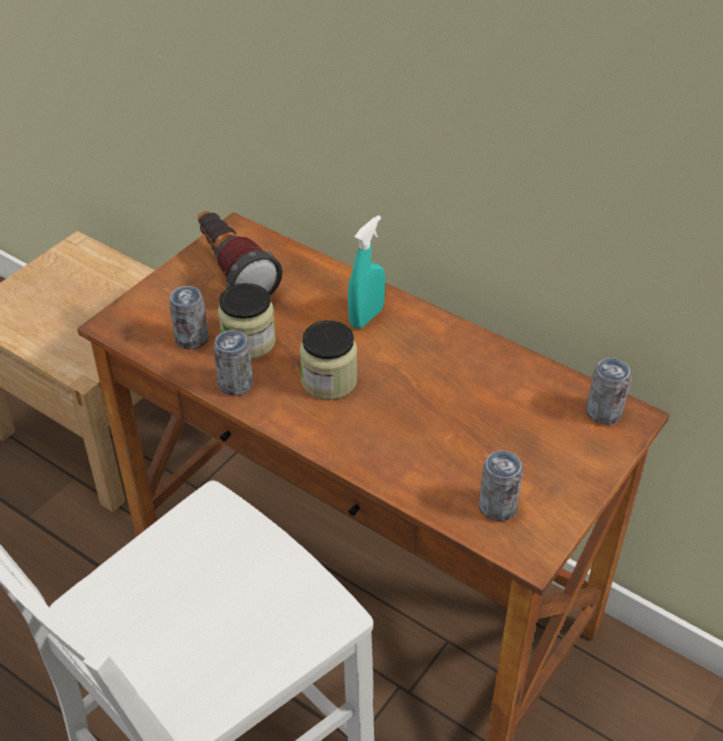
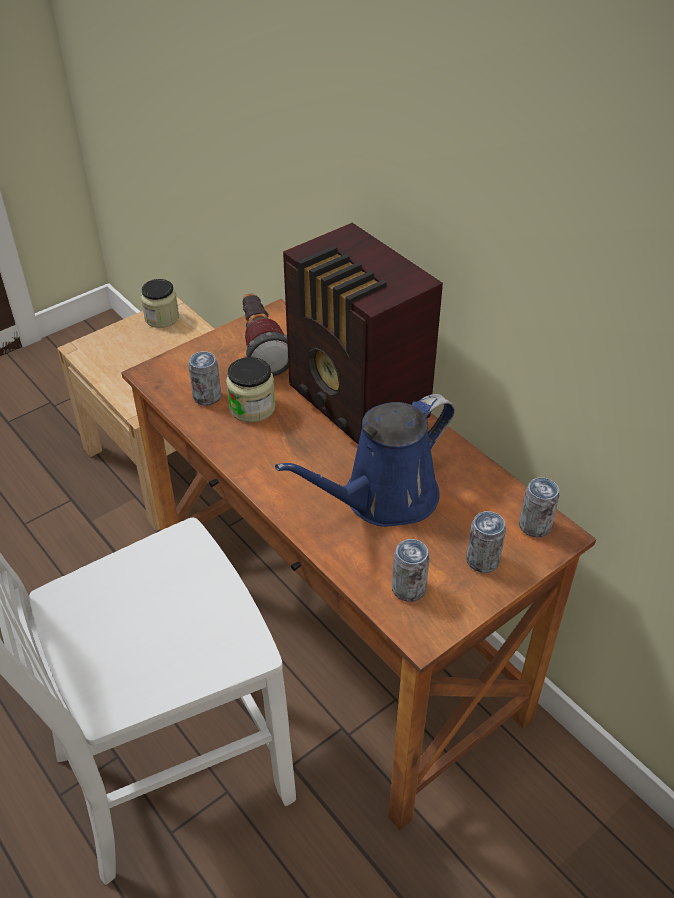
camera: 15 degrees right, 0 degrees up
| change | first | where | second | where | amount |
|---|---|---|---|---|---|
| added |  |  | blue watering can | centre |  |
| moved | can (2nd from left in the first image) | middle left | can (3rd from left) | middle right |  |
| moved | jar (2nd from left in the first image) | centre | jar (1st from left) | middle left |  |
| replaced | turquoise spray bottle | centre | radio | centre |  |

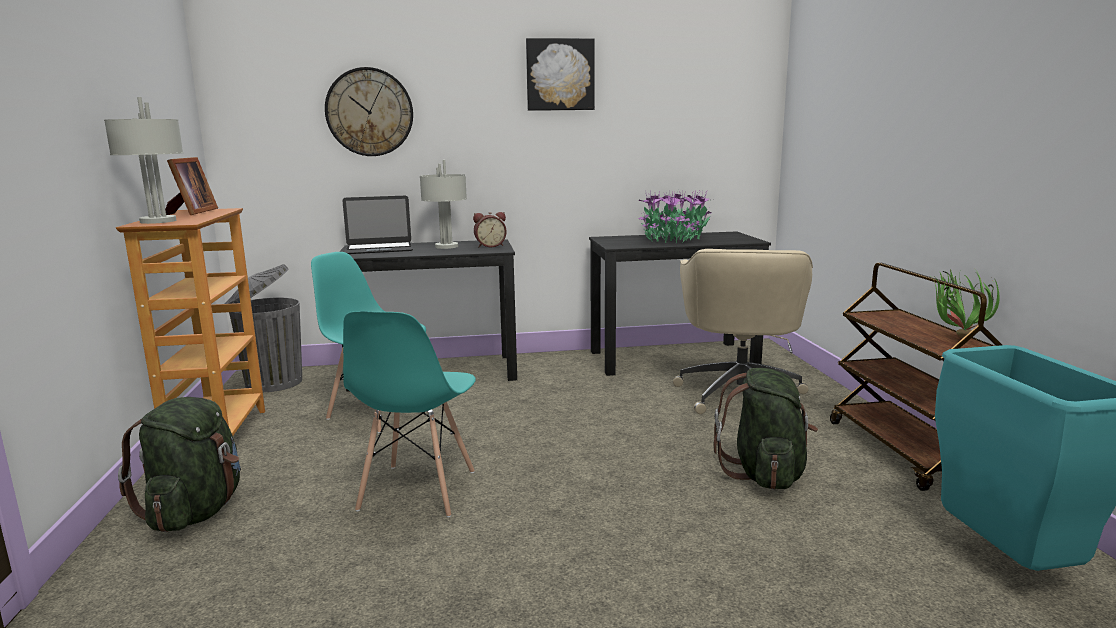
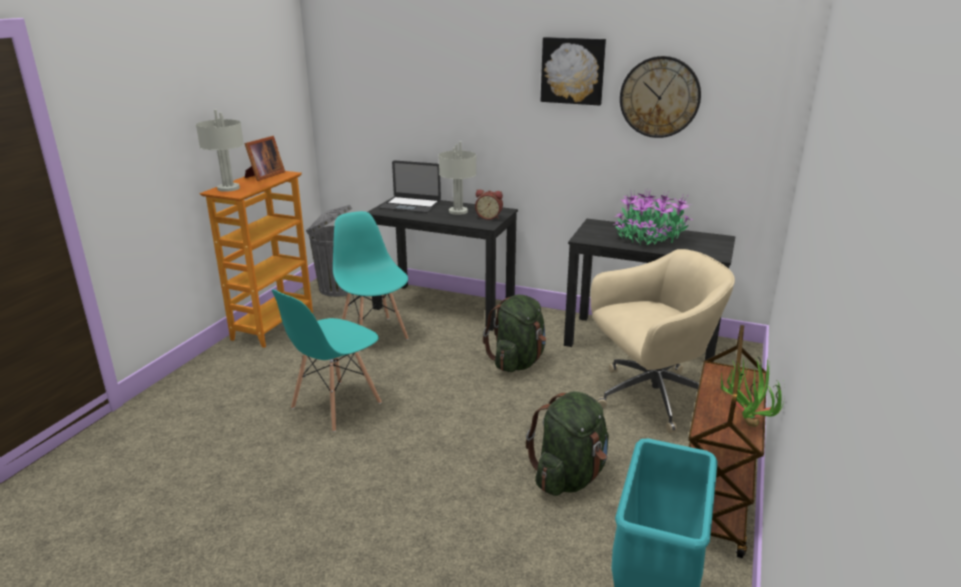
camera: 30 degrees right, 10 degrees up
| change | first | where | second | where | amount |
|---|---|---|---|---|---|
| moved | green backpack (1st from left) | bottom left |  | centre |  |
| moved | wall clock | top left |  | top right |  |
| turned | beige office chair | centre |  | middle right | 150 degrees counterclockwise |

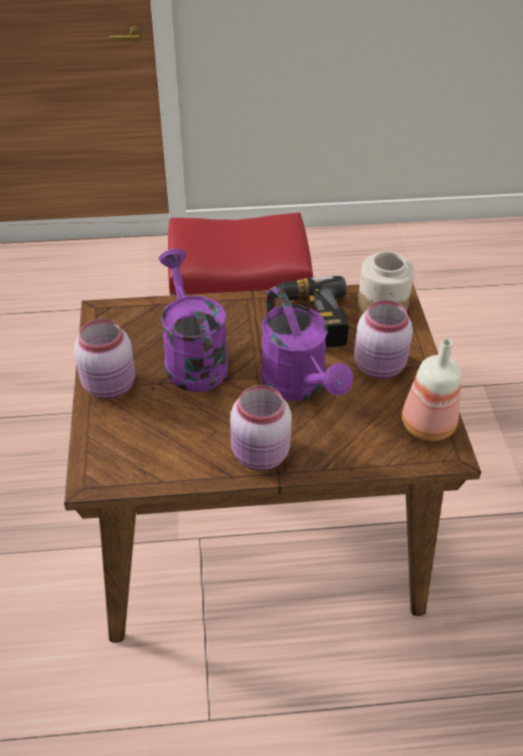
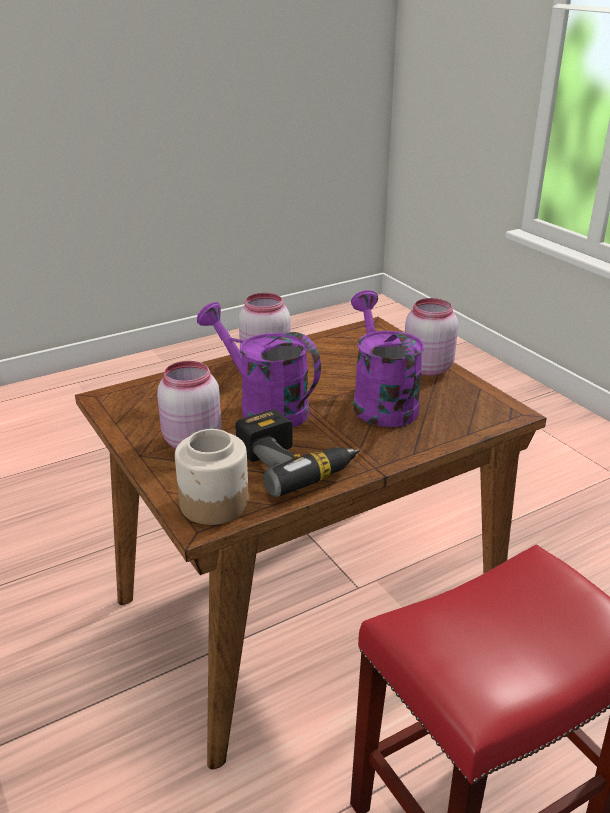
camera: 155 degrees right, 15 degrees down
| change | first | where | second | where | amount |
|---|---|---|---|---|---|
| removed | bottle | middle right |  |  |  |
| turned | purple watering can (1st from left in the first image) | centre | purple watering can (2nd from left) | centre | 150 degrees counterclockwise |

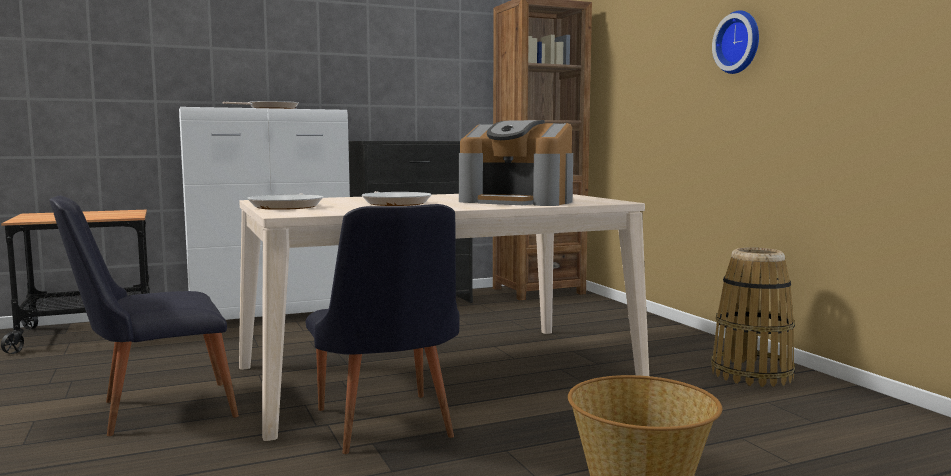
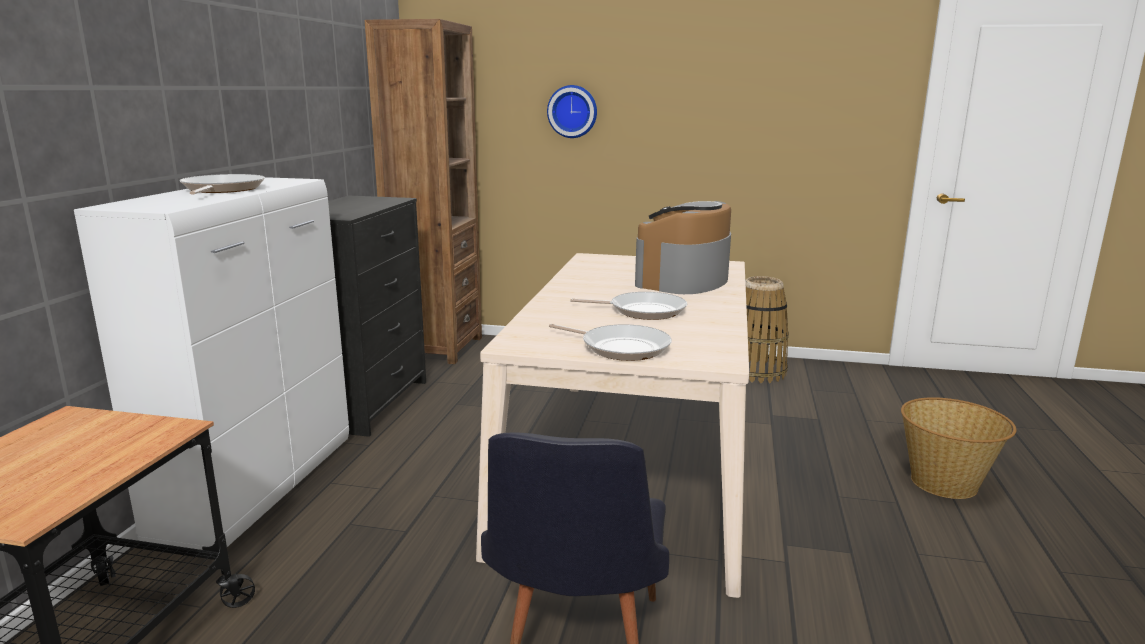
camera: 55 degrees left, 10 degrees up
| change | first | where | second | where | amount |
|---|---|---|---|---|---|
| removed | black chair (2nd from left) | bottom centre |  |  |  |
| moved | wall clock | top right |  | top centre |  |
| turned | coffee machine | centre |  | centre | 150 degrees clockwise |

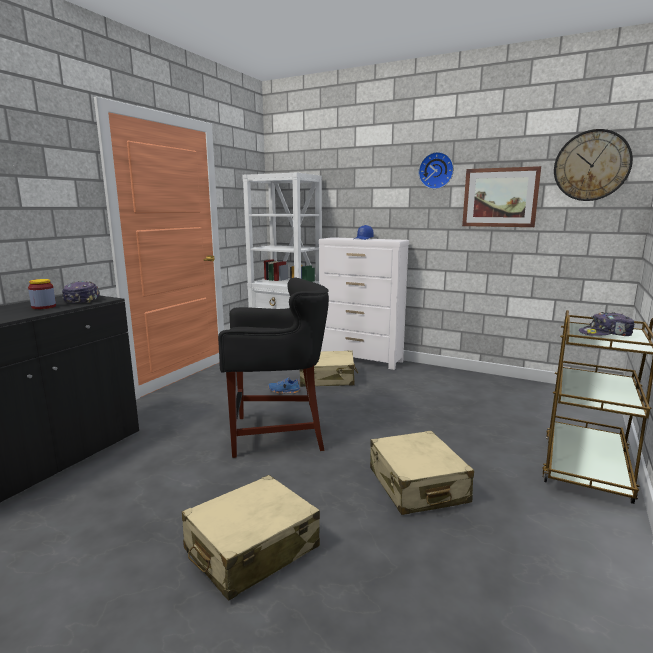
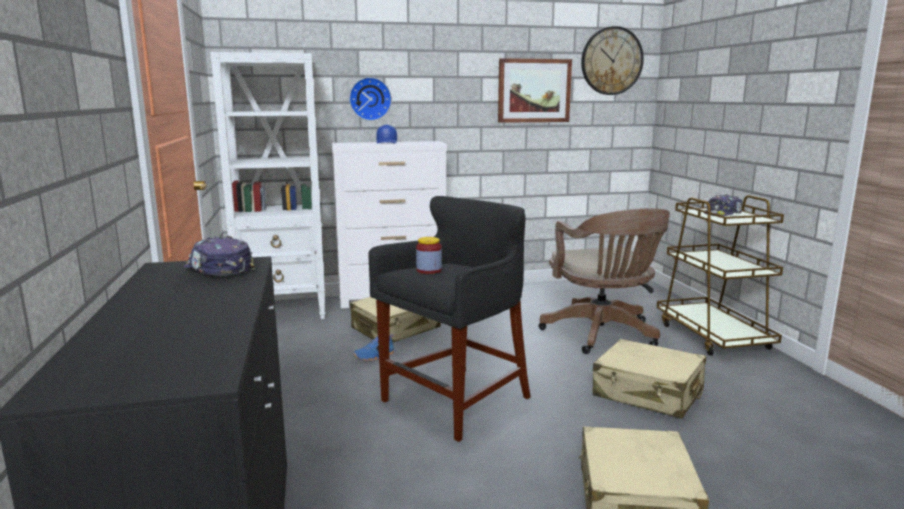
camera: 40 degrees left, 0 degrees up
| change | first | where | second | where | amount |
|---|---|---|---|---|---|
| added |  |  | brown office chair | middle right |  |
| moved | jar | middle left |  | centre |  |
| moved | wall clock (1st from left) | top right |  | top centre |  |

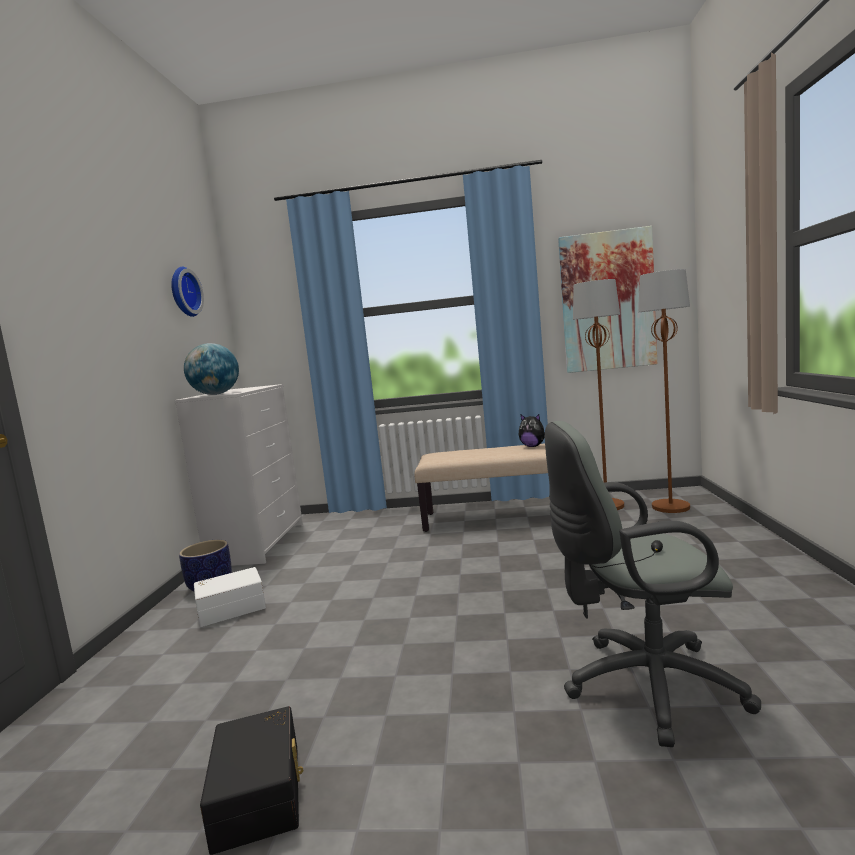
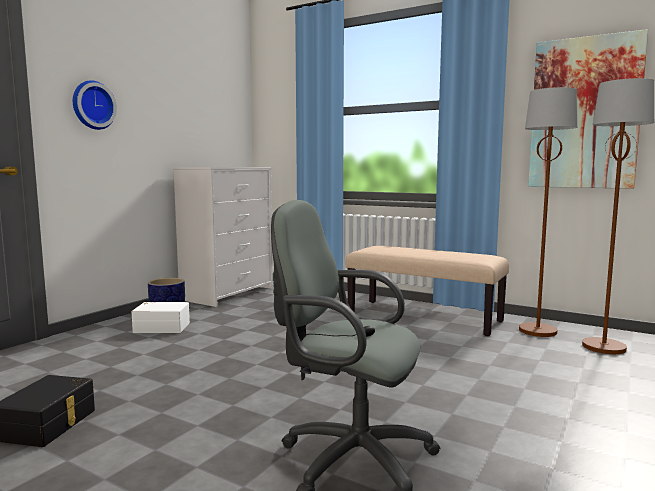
camera: 25 degrees right, 0 degrees up
| change | first | where | second | where | amount |
|---|---|---|---|---|---|
| removed | globe | middle left |  |  |  |
| removed | plush toy | centre |  |  |  |
| moved | wall clock | middle left |  | top left |  |

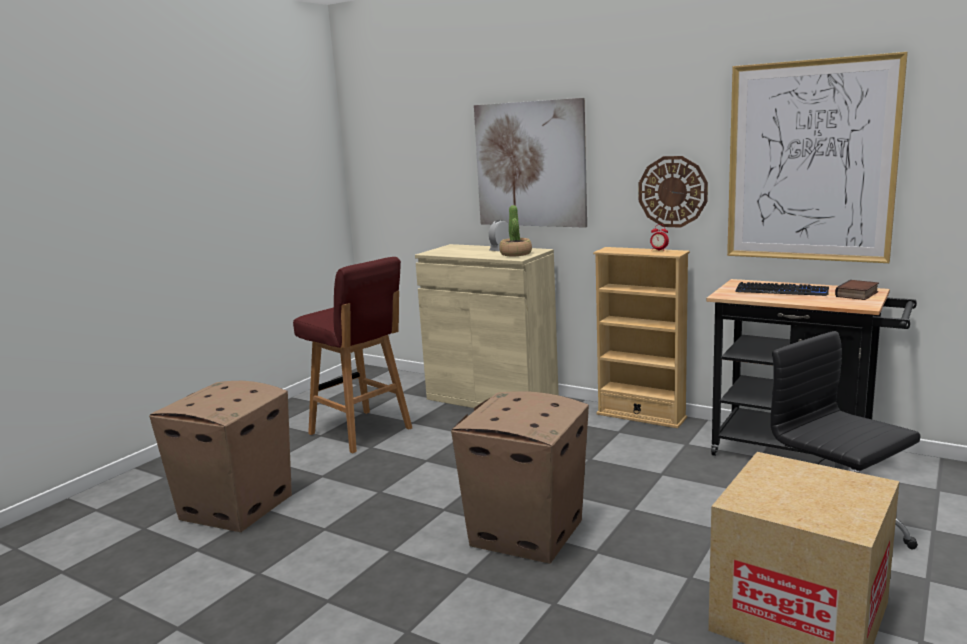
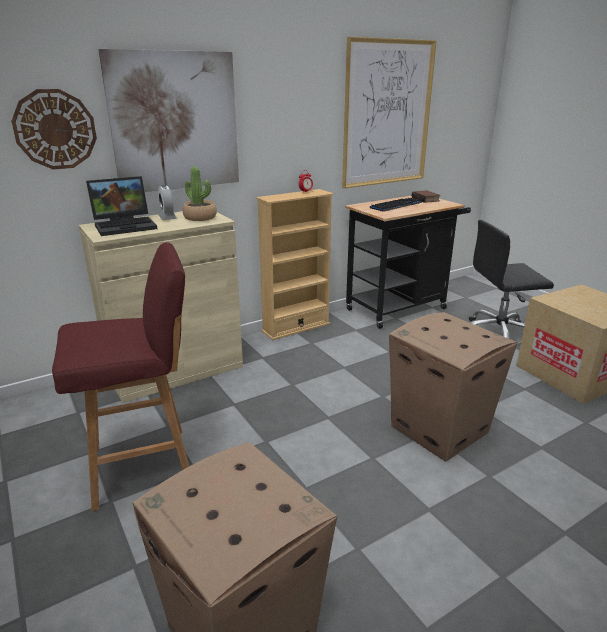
camera: 65 degrees left, 10 degrees up
| change | first | where | second | where | amount |
|---|---|---|---|---|---|
| added |  |  | laptop | top left |  |
| moved | wall clock | top right |  | top left |  |

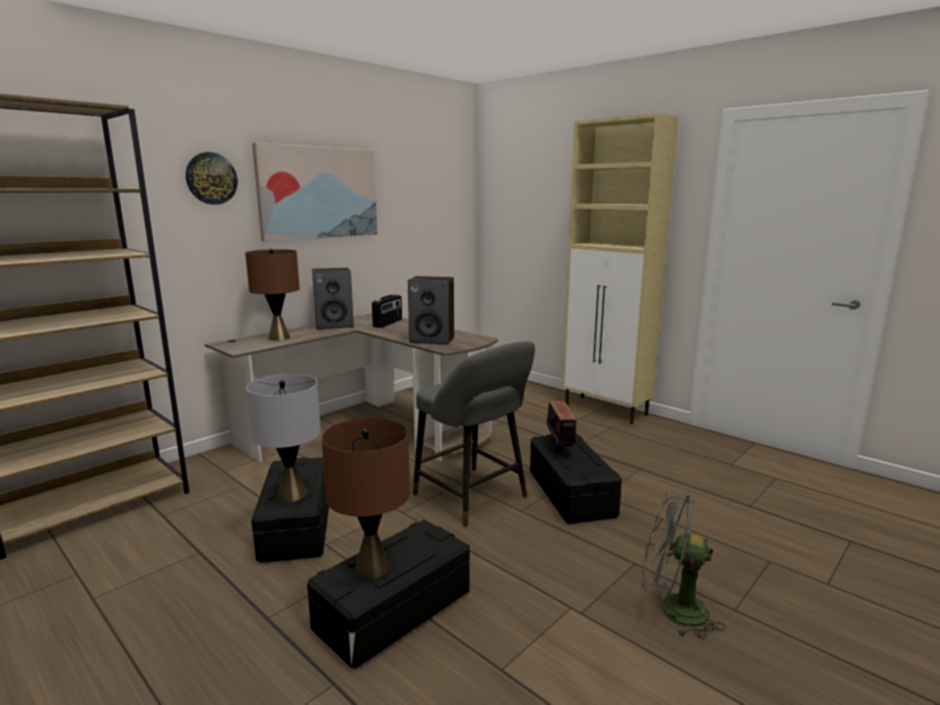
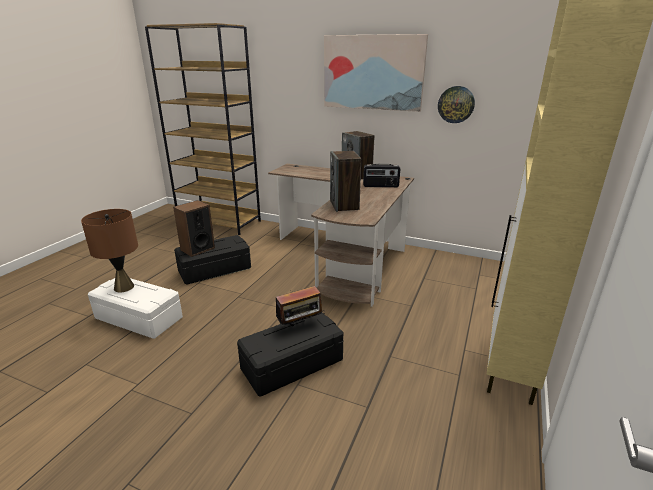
camera: 70 degrees right, 10 degrees up
| change | first | where | second | where | amount |
|---|---|---|---|---|---|
| removed | brown table lamp (1st from left) | middle left |  |  |  |
| removed | grey stool | centre |  |  |  |
| removed | grey fan | bottom right |  |  |  |
| moved | wall clock | top left |  | top right |  |
| replaced | grey table lamp | middle left | speaker (1st from left) | middle left |  |
| recoloured | black storage box (2nd from left) | bottom centre | white storage box | middle left |  |

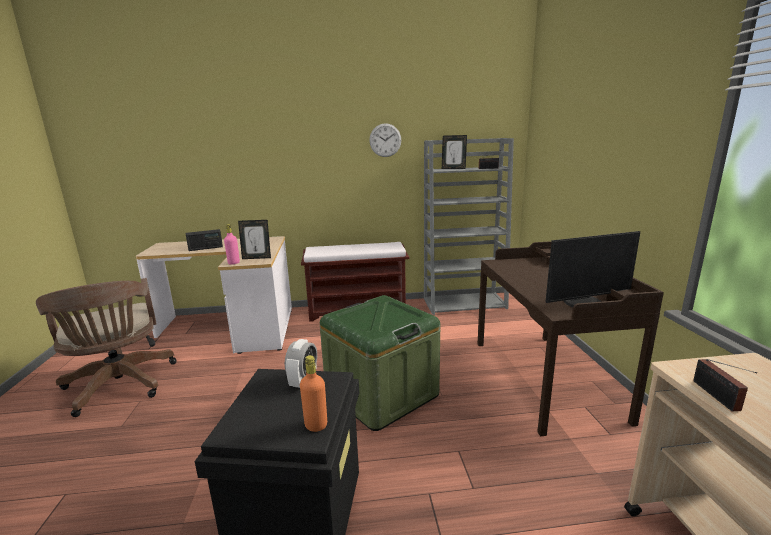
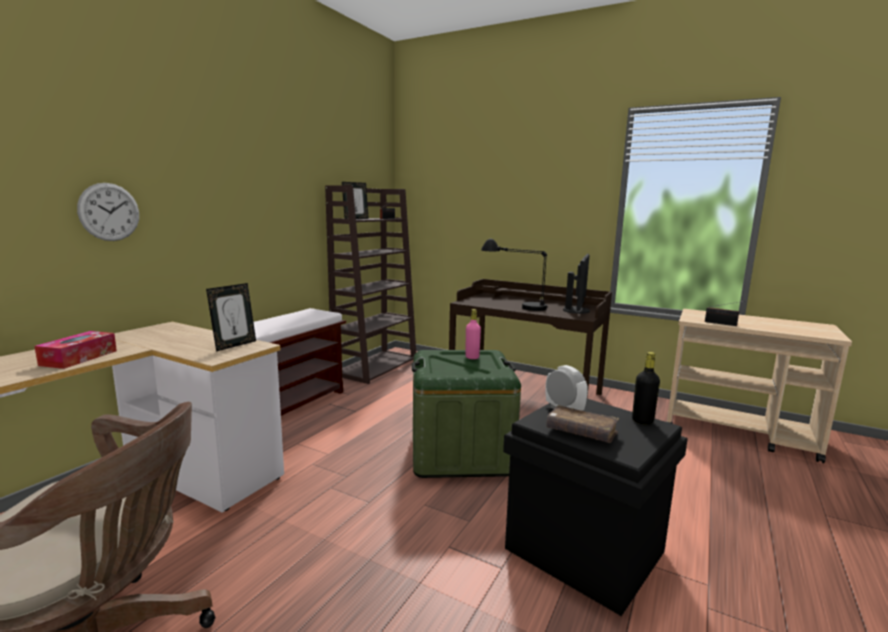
camera: 55 degrees left, 5 degrees down
| change | first | where | second | where | amount |
|---|---|---|---|---|---|
| added |  |  | black table lamp | centre |  |
| added |  |  | brown book | bottom centre |  |
| moved | pink bottle | middle left |  | centre |  |
| moved | wall clock | top centre |  | middle left |  |
| replaced | radio (1st from left) | middle left | tissue box | middle left |  |
| recoloured | orange bottle | bottom centre | black bottle | middle right |  |
| recoloured | grey bookcase | centre | brown bookcase | centre |  |

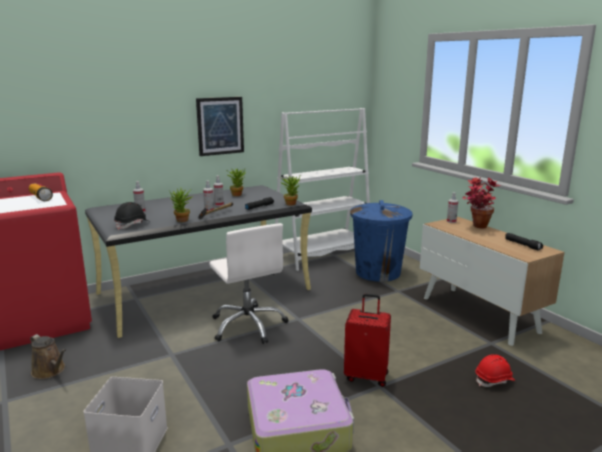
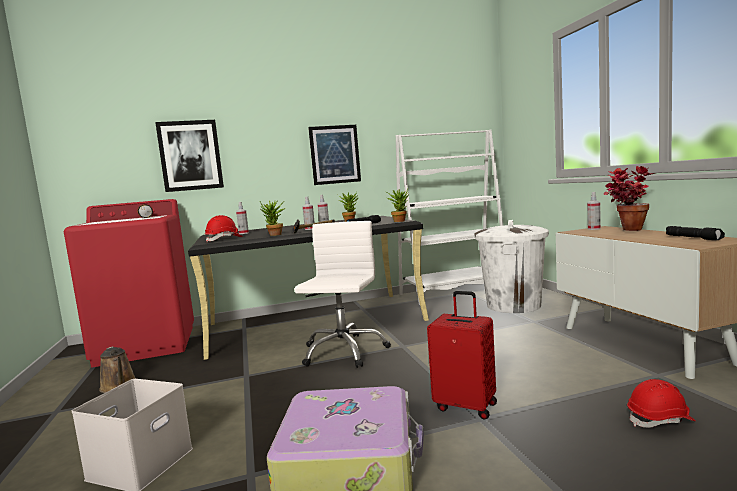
camera: 15 degrees right, 10 degrees down
| change | first | where | second | where | amount |
|---|---|---|---|---|---|
| added |  |  | picture (1st from left) | top left |  |
| recoloured | black hard hat | middle left | red hard hat (1st from left) | middle left |  |
| recoloured | blue trash can | centre | white trash can | middle right |  |
| turned | white office chair | centre |  | centre | 150 degrees counterclockwise |

